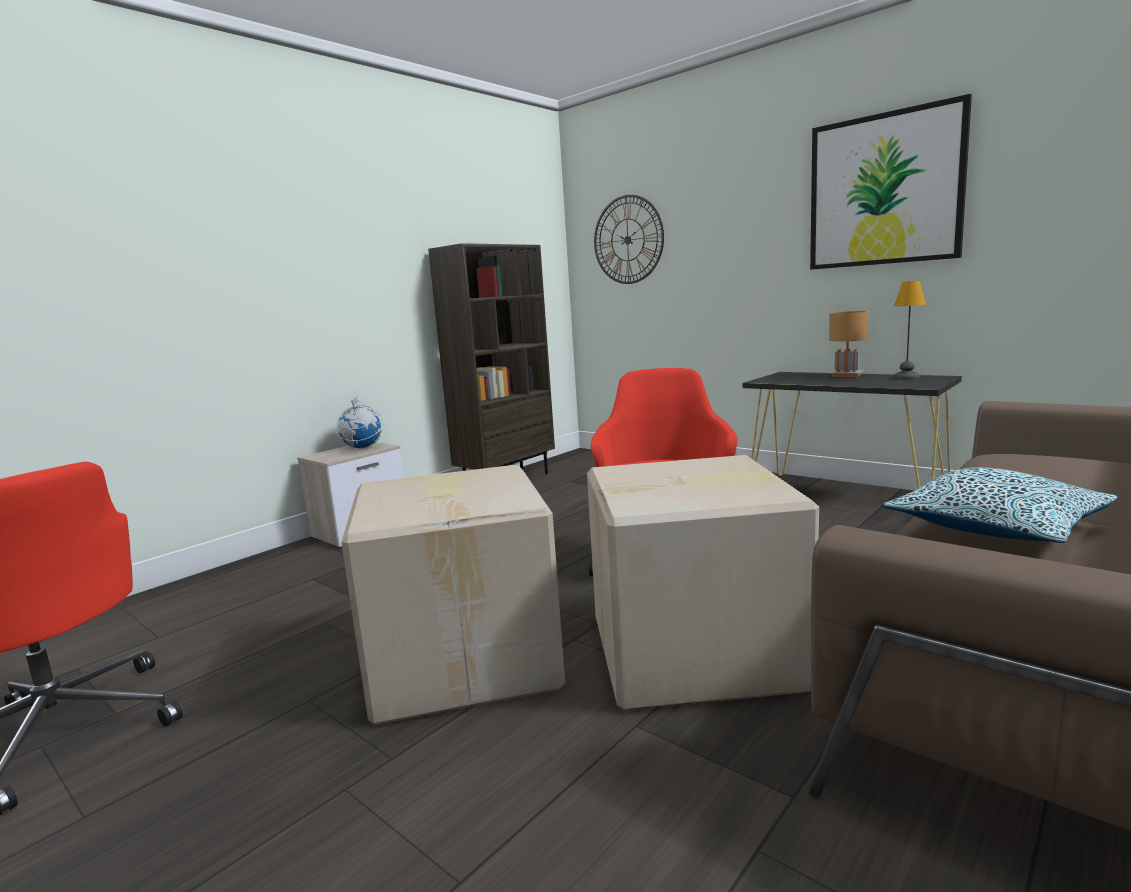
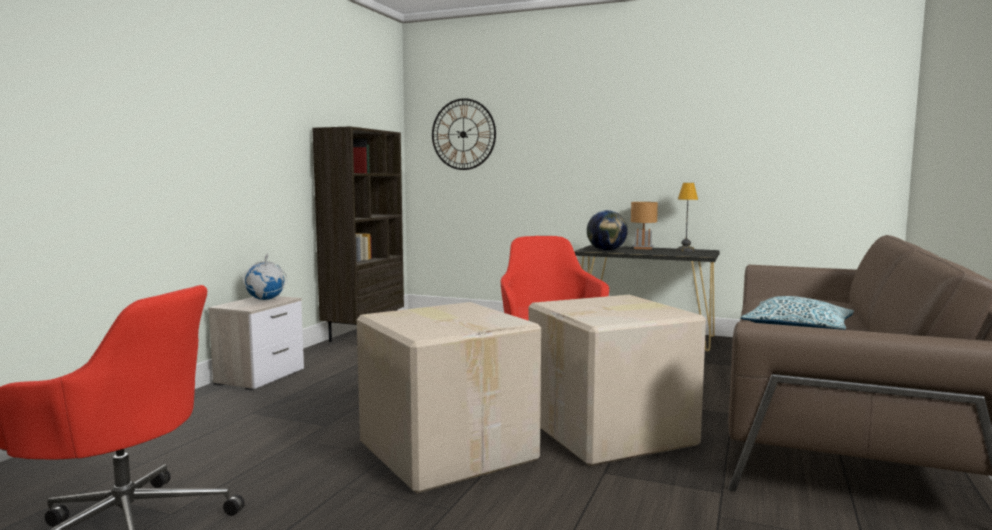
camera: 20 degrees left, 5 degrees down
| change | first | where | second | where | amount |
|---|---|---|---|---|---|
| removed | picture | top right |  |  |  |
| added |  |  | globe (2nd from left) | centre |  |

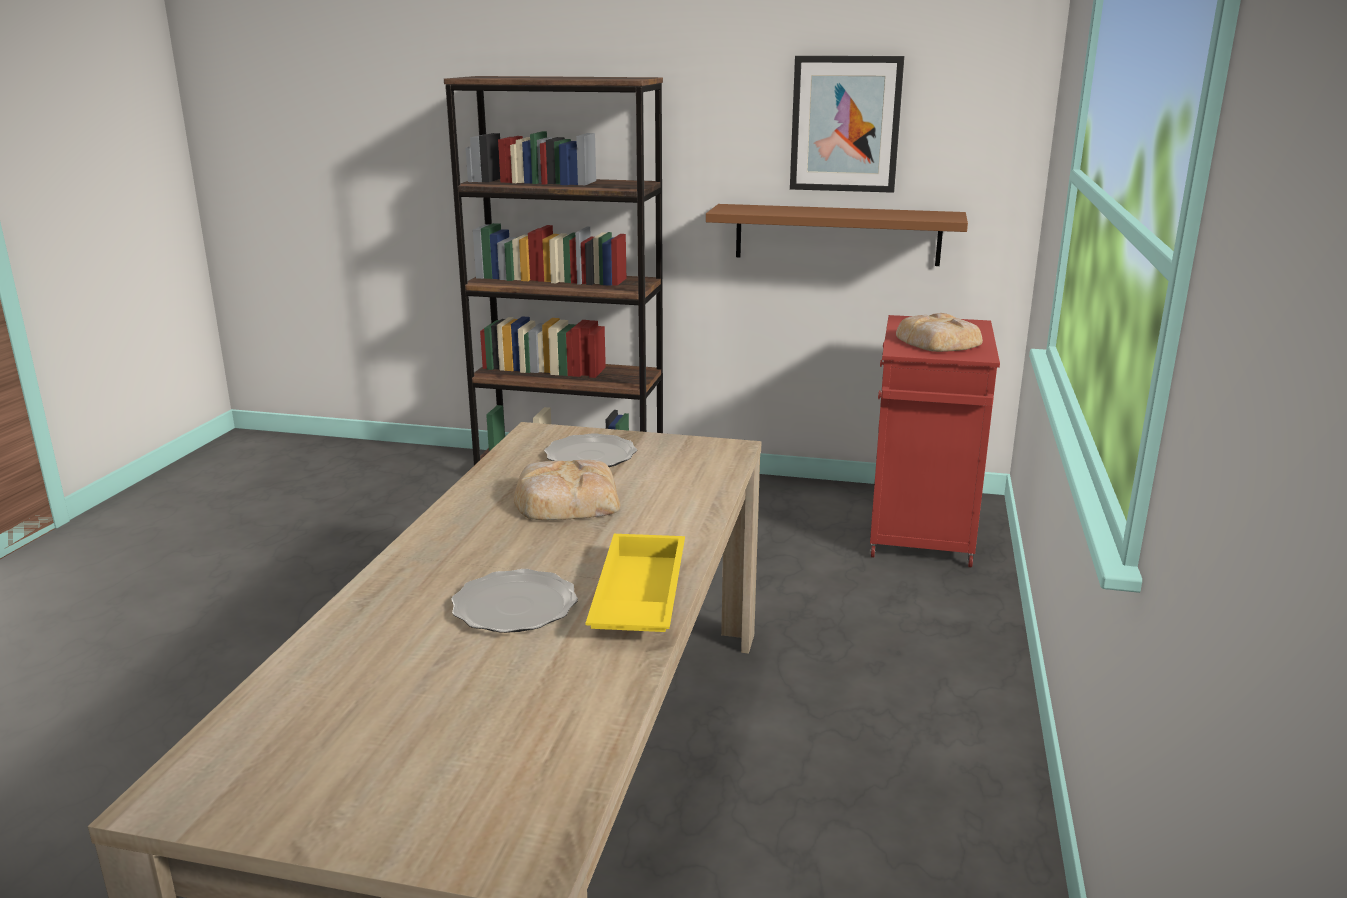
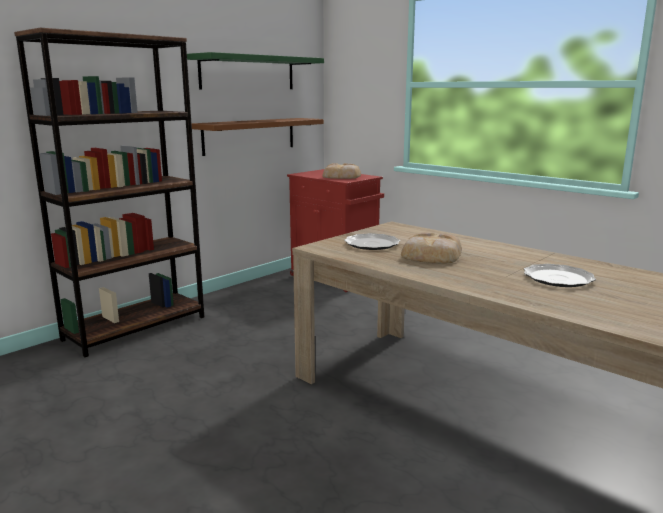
camera: 60 degrees left, 5 degrees down
| change | first | where | second | where | amount |
|---|---|---|---|---|---|
| removed | yellow tray | centre |  |  |  |
| replaced | picture | top centre | green shelf | top centre |  |

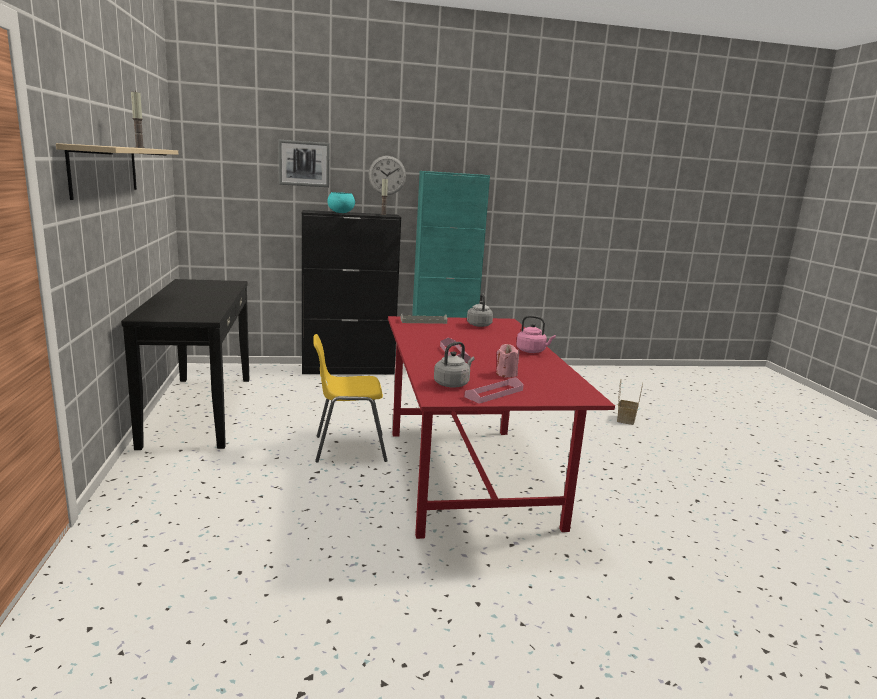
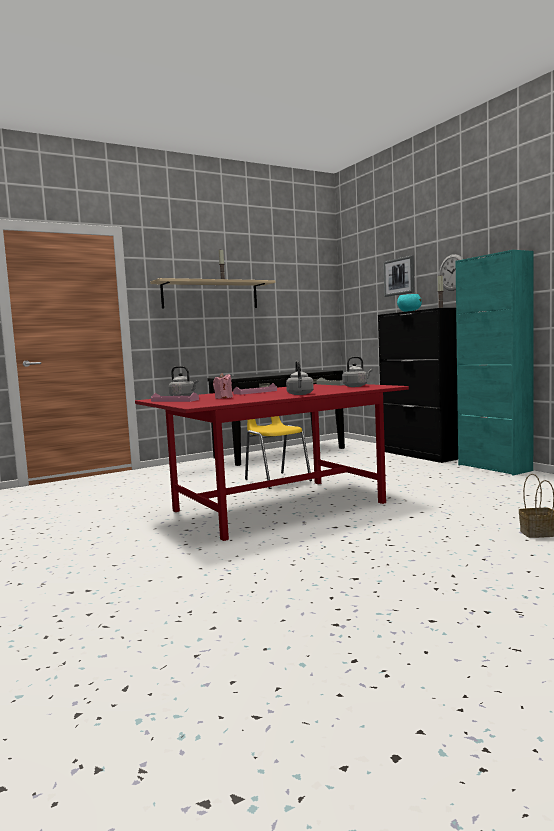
camera: 70 degrees right, 10 degrees down
| change | first | where | second | where | amount |
|---|---|---|---|---|---|
| recoloured | pink kettle | centre | grey kettle (2nd from left) | centre |  |

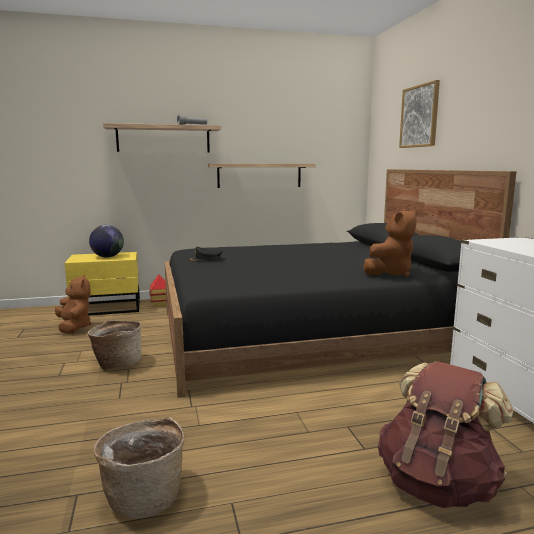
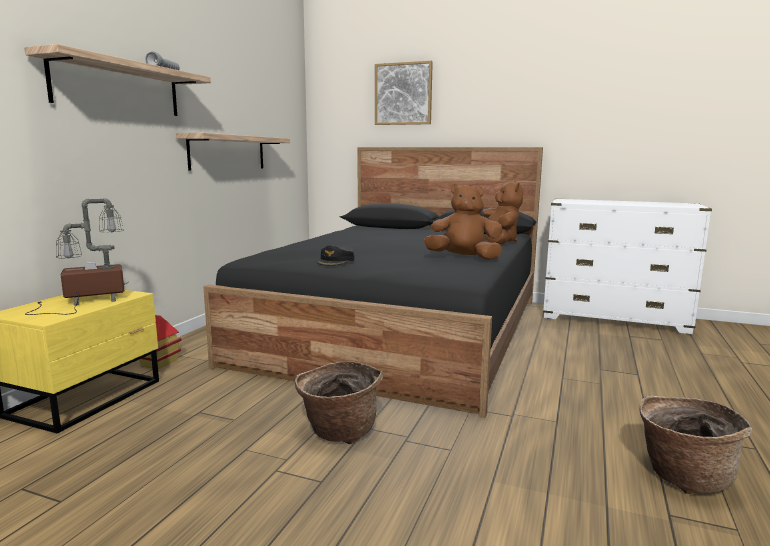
camera: 55 degrees left, 0 degrees up
| change | first | where | second | where | amount |
|---|---|---|---|---|---|
| removed | brown backpack | bottom right |  |  |  |
| moved | brown plush toy (1st from left) | middle left |  | centre |  |
| replaced | globe | middle left | table lamp | middle left |  |

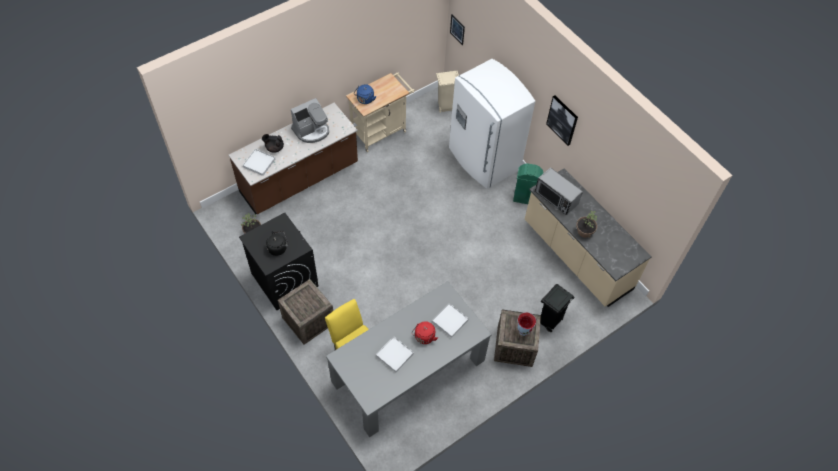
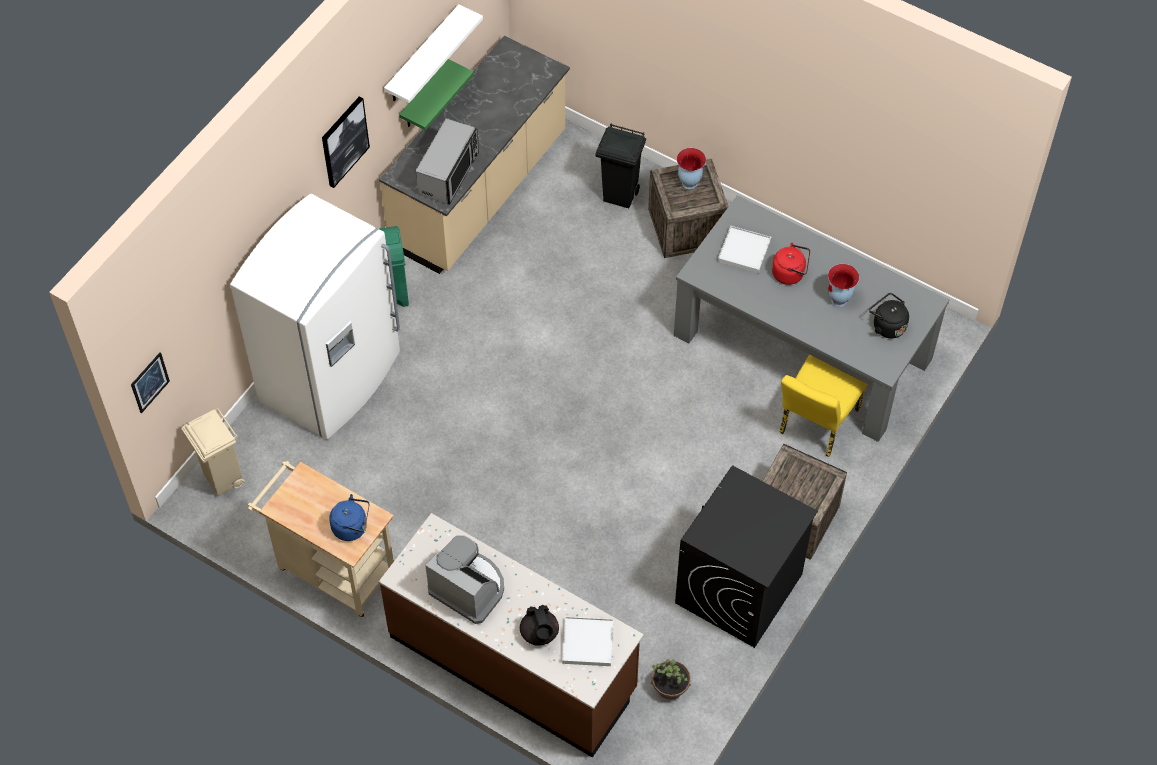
camera: 110 degrees left, 0 degrees up
| change | first | where | second | where | amount |
|---|---|---|---|---|---|
| removed | potted plant (2nd from left) | middle right |  |  |  |
| added |  |  | white shelf | top centre |  |
| added |  |  | green shelf | top centre |  |
| moved | black kettle | middle left |  | middle right |  |
| replaced | white tray (2nd from left) | bottom centre | vase (2nd from left) | middle right |  |

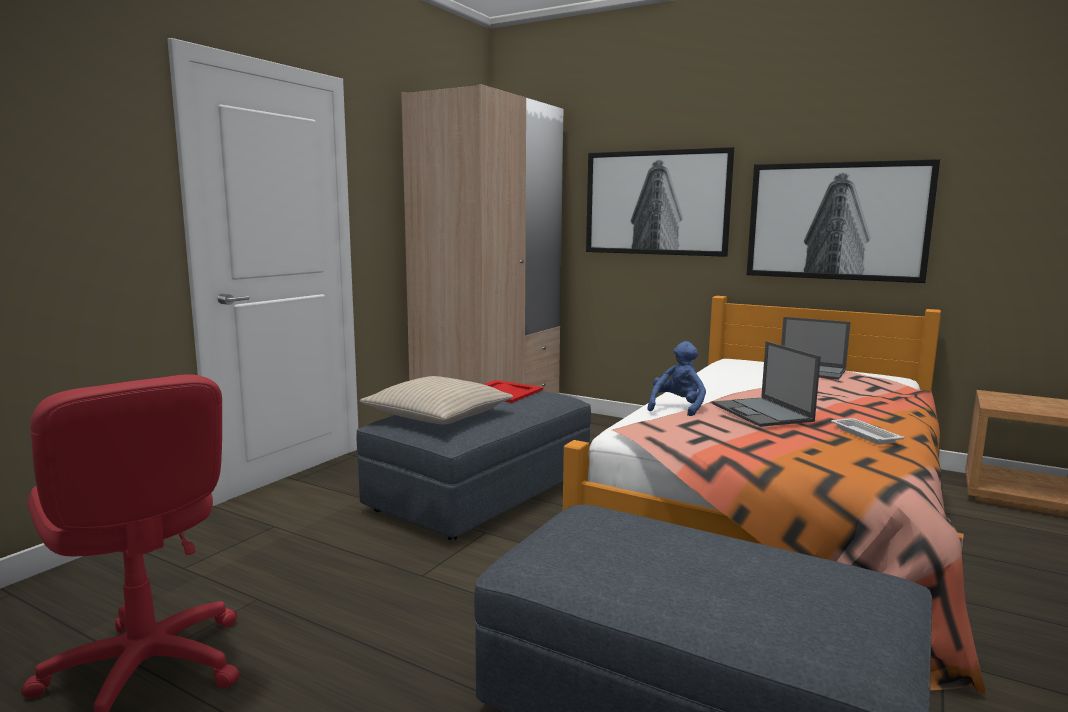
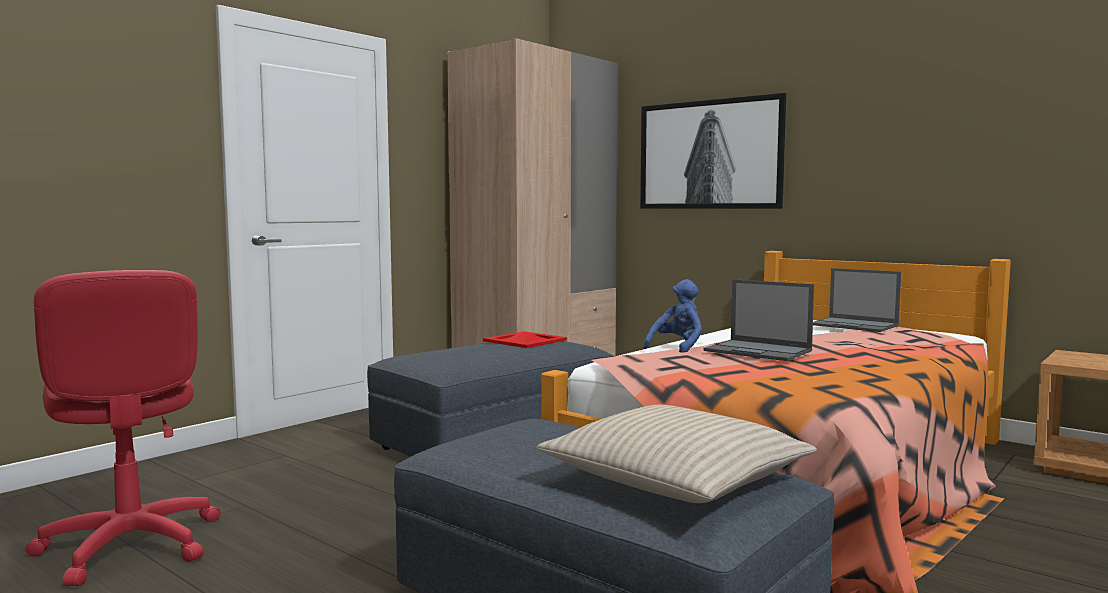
camera: 10 degrees right, 5 degrees down
| change | first | where | second | where | amount |
|---|---|---|---|---|---|
| removed | picture (2nd from left) | top right |  |  |  |
| removed | white tray | middle right |  |  |  |
| moved | beige pillow | centre |  | bottom centre |  |
| turned | laptop (1st from left) | middle right |  | middle right | 45 degrees counterclockwise |

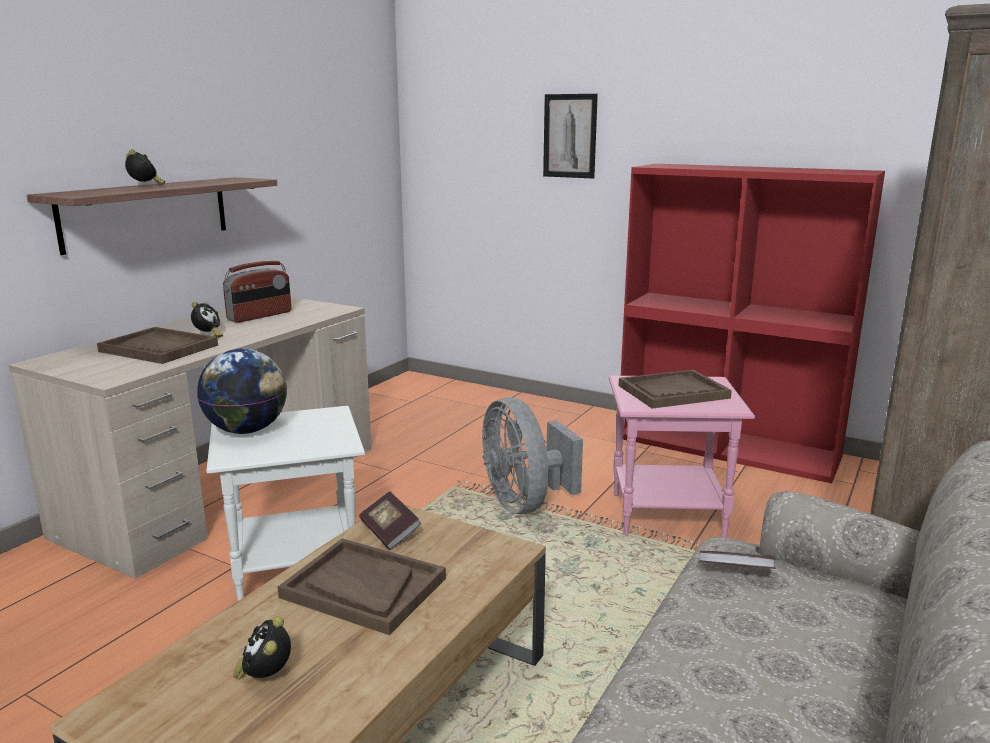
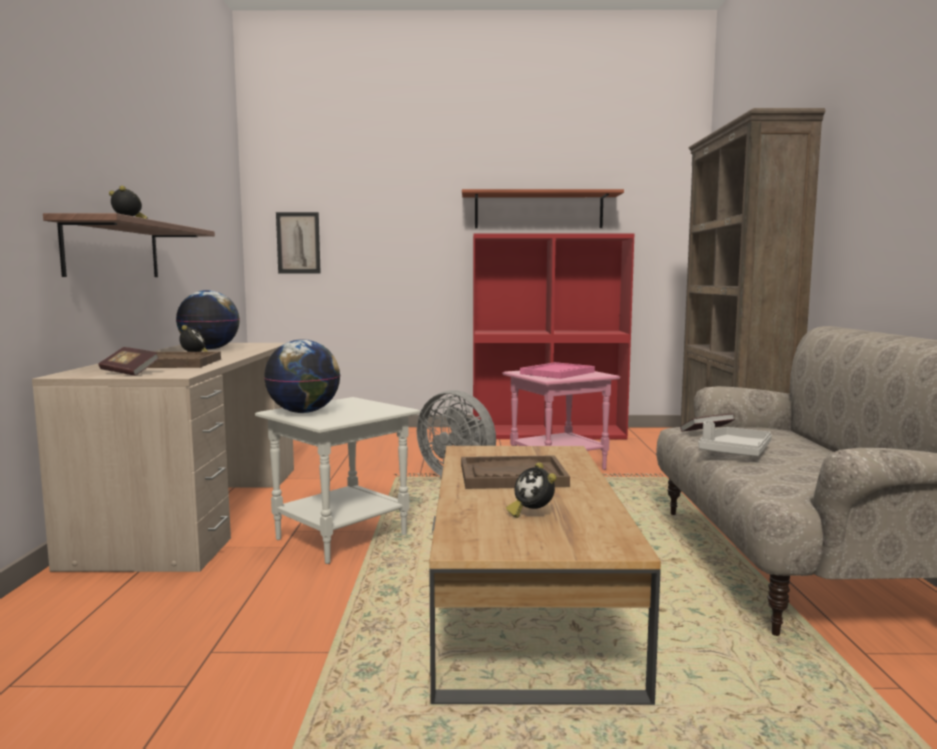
camera: 30 degrees left, 10 degrees down
| change | first | where | second | where | amount |
|---|---|---|---|---|---|
| added |  |  | shelf (2nd from left) | top centre |  |
| added |  |  | grey tray | middle right |  |
| moved | book (1st from left) | bottom centre |  | middle left |  |
| moved | picture | top centre |  | top left |  |
| replaced | radio | middle left | globe (1st from left) | middle left |  |
| recoloured | brown tray (3rd from left) | middle right | pink tray | centre |  |

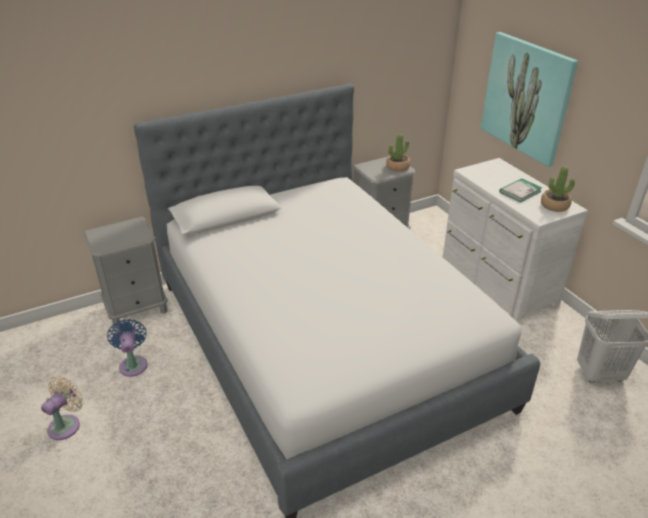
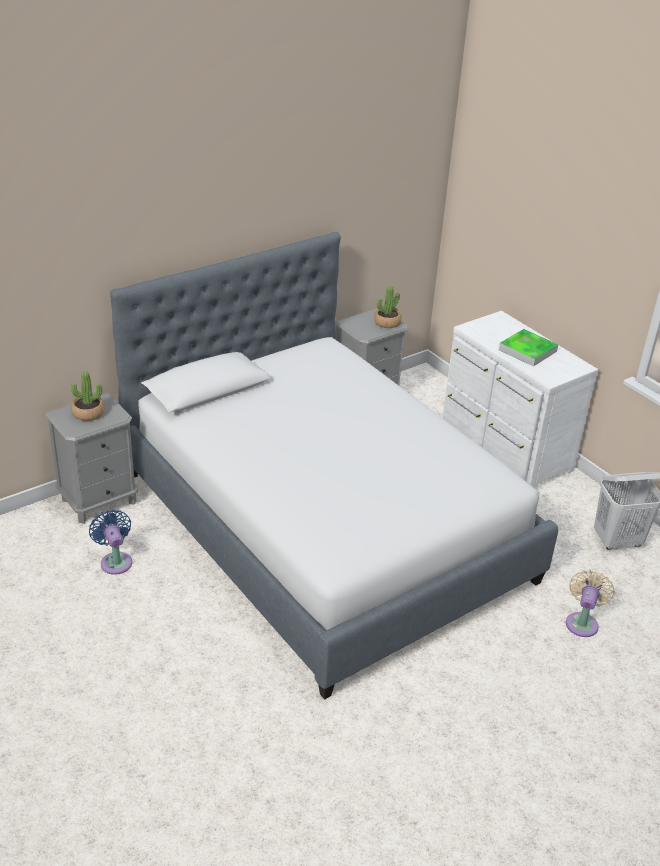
camera: 10 degrees left, 0 degrees up
| change | first | where | second | where | amount |
|---|---|---|---|---|---|
| removed | picture | top right |  |  |  |
| moved | beige fan | bottom left |  | bottom right |  |
| moved | potted plant (2nd from left in the first image) | middle right | potted plant (1st from left) | middle left |  |
| replaced | book | middle right | tray | middle right |  |

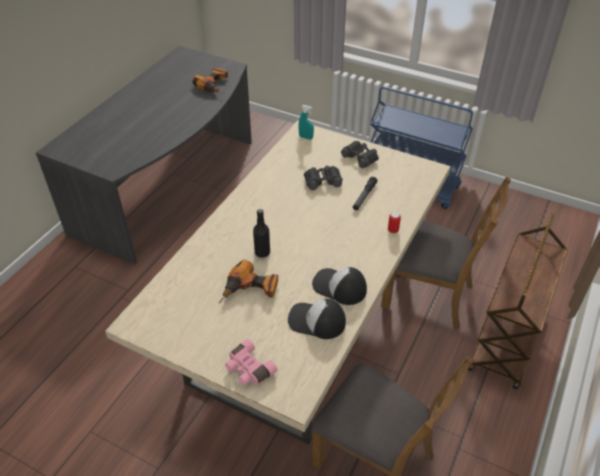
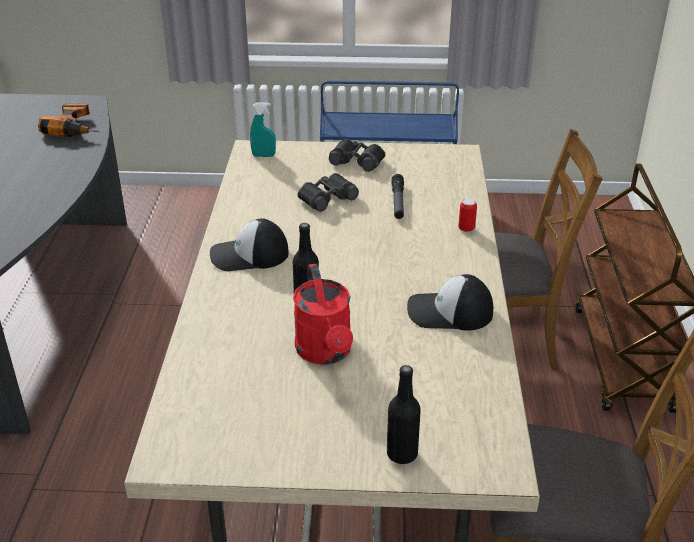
camera: 25 degrees left, 10 degrees down
| change | first | where | second | where | amount |
|---|---|---|---|---|---|
| moved | cap (1st from left) | bottom centre |  | centre |  |
| replaced | power drill (2nd from left) | centre | red watering can | centre |  |
| replaced | pink binoculars | bottom centre | black bottle (2nd from left) | bottom centre |  |

